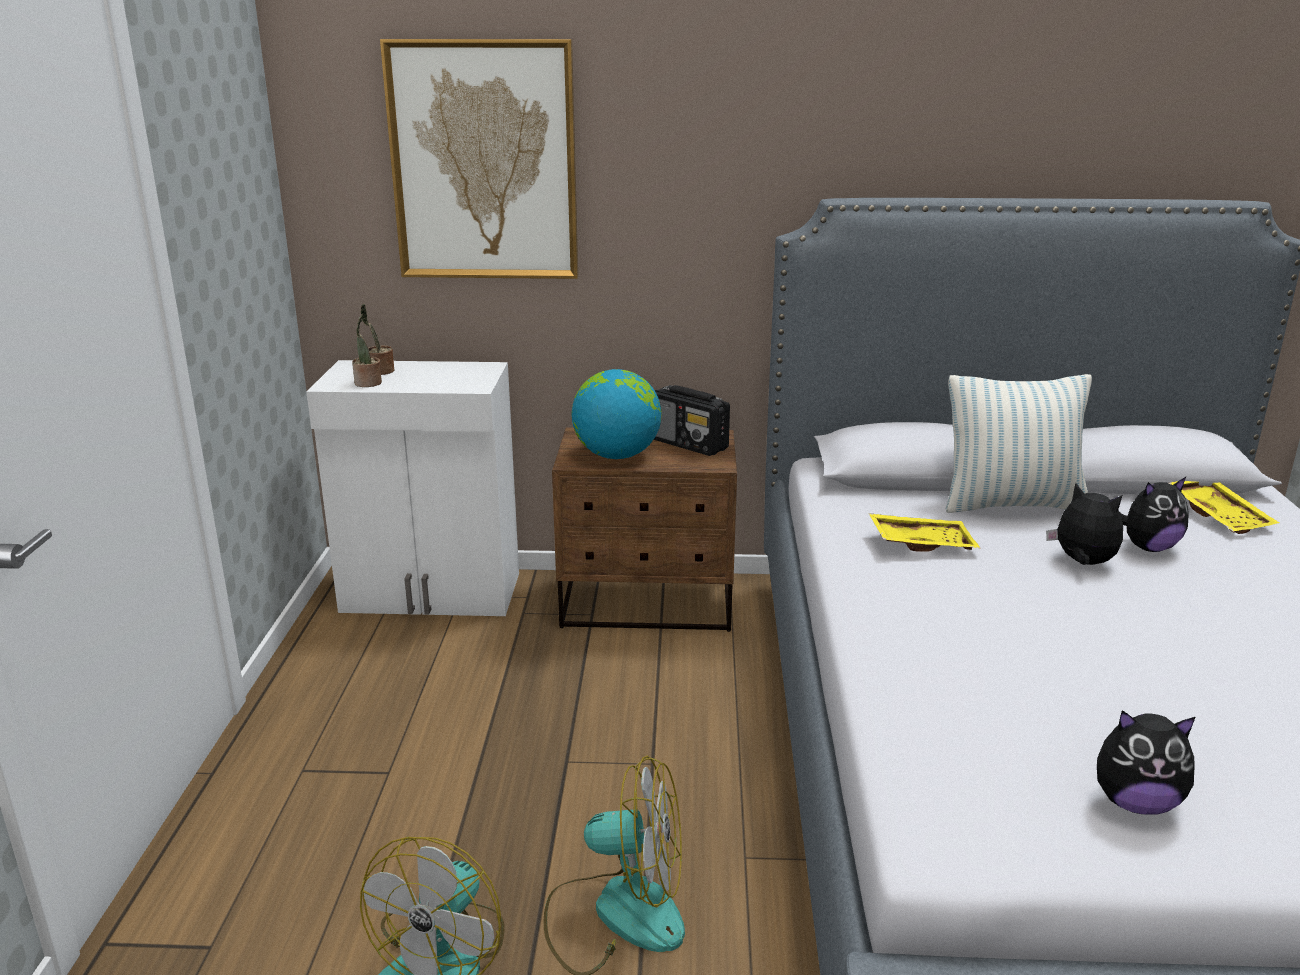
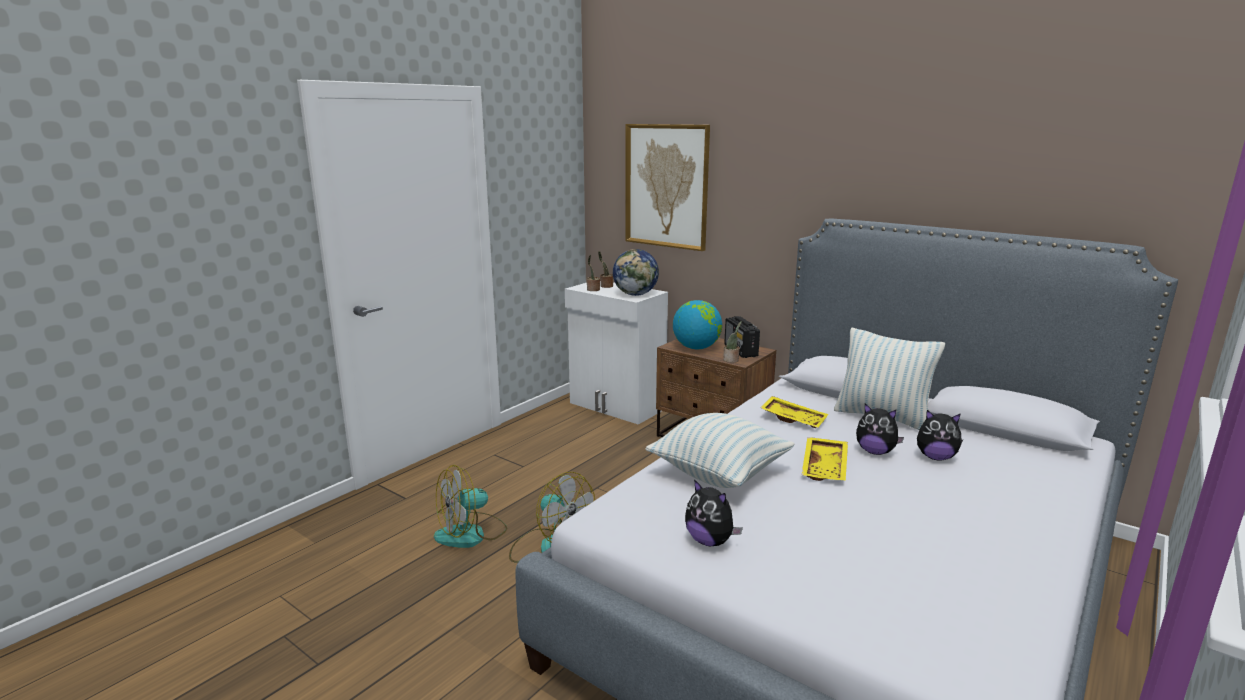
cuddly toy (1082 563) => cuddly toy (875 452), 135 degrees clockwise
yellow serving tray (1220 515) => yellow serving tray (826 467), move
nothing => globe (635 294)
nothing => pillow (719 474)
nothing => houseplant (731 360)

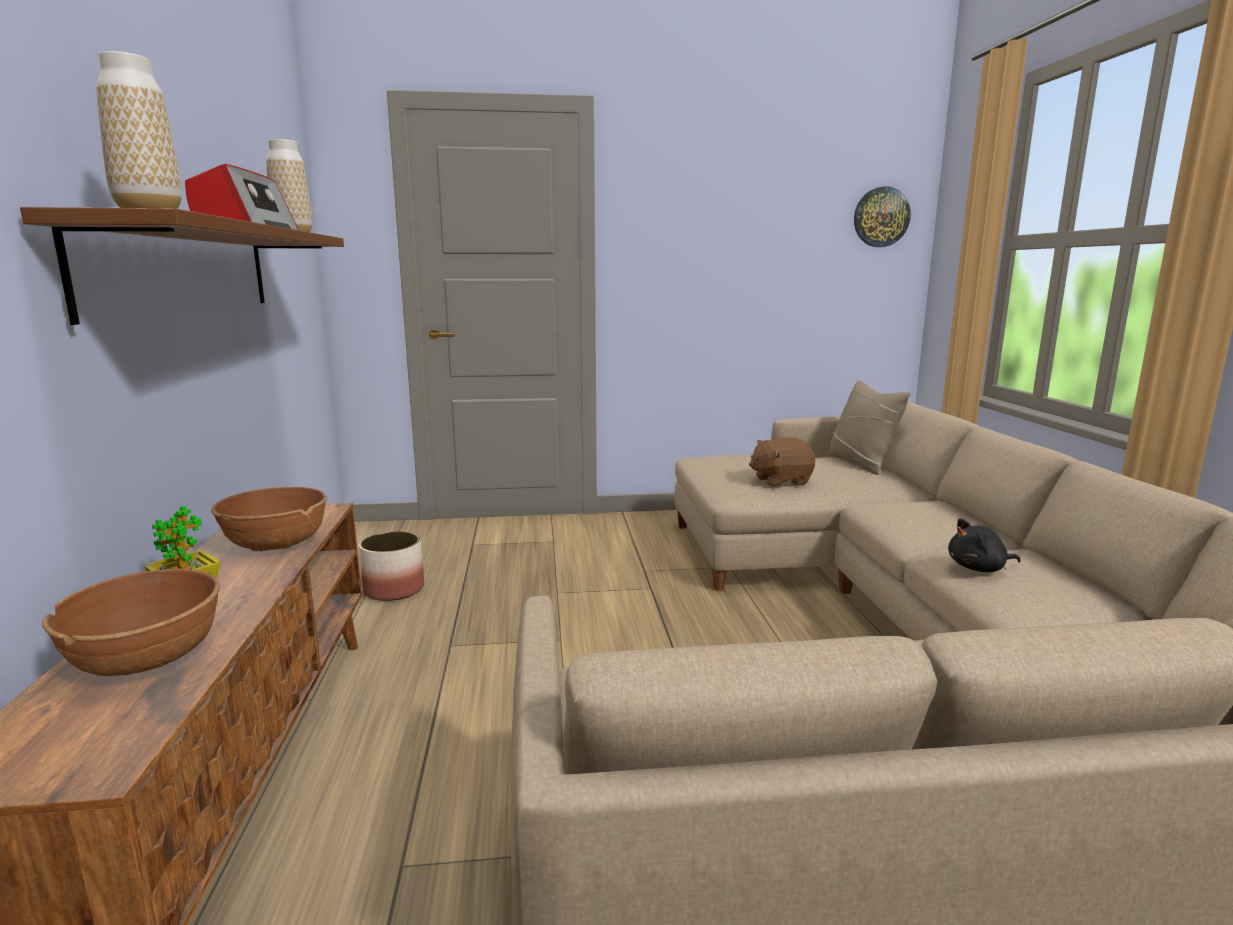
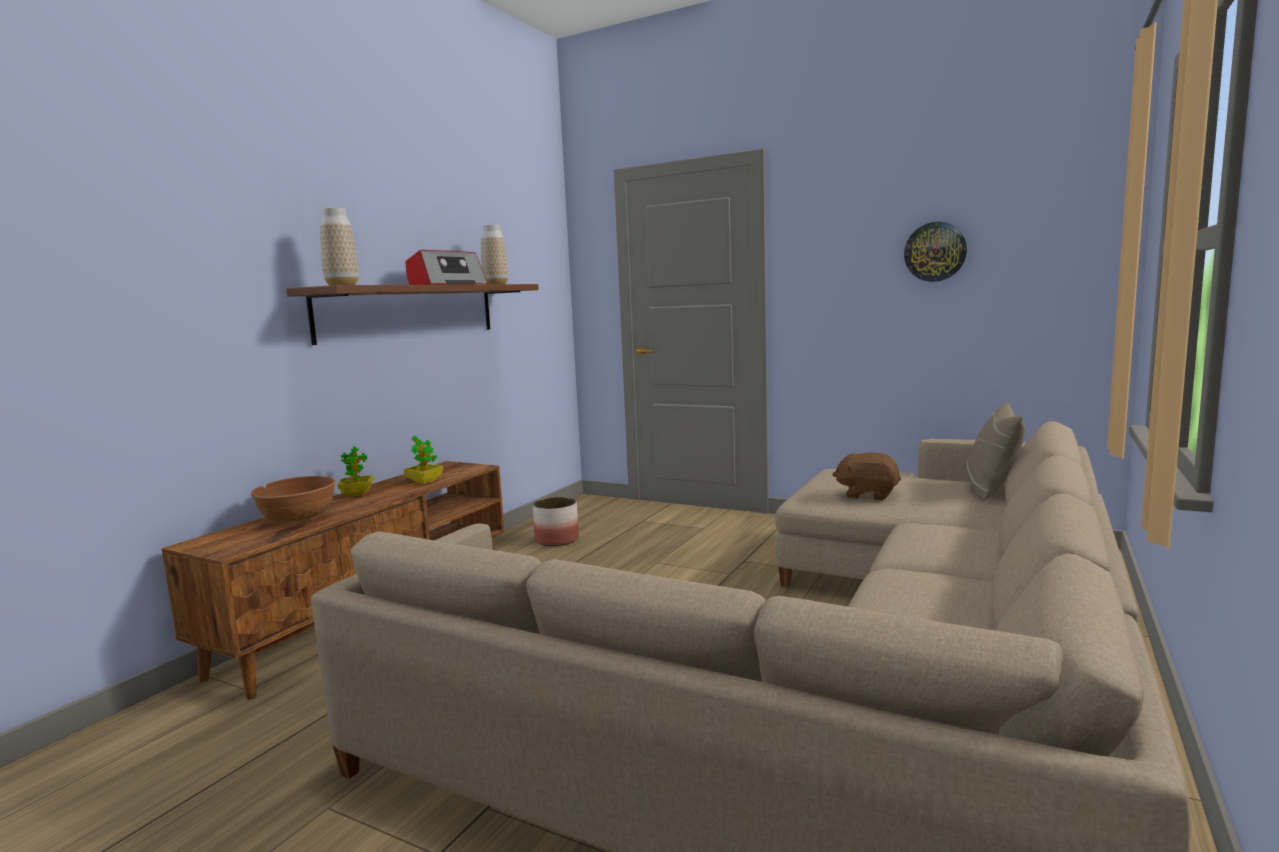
brown-coloured deep dish (276 545) => houseplant (424 481)
wall clock (881 217) => wall clock (935 252), move
black cuddly toy (979 568) => nothing

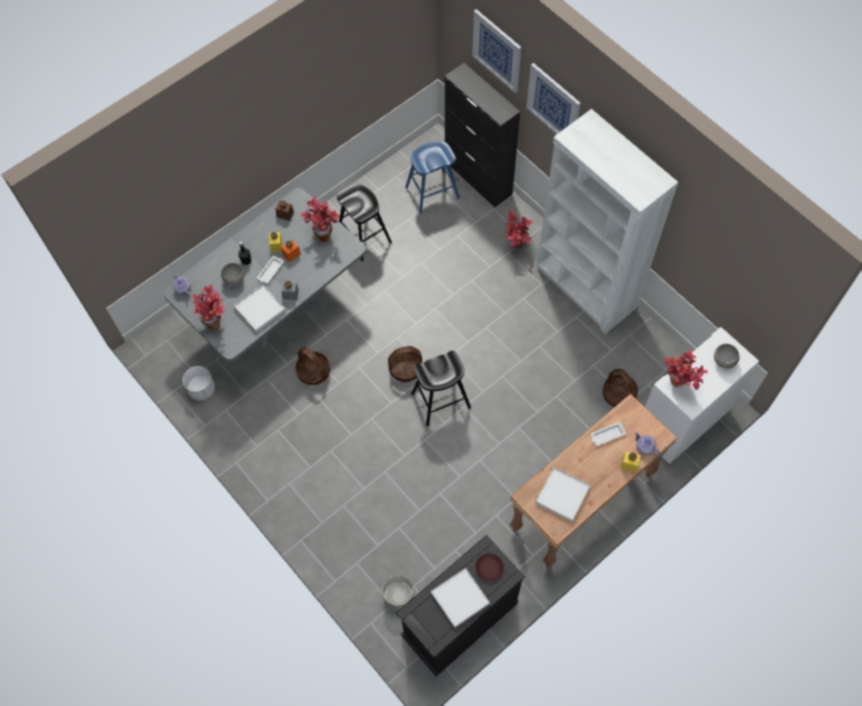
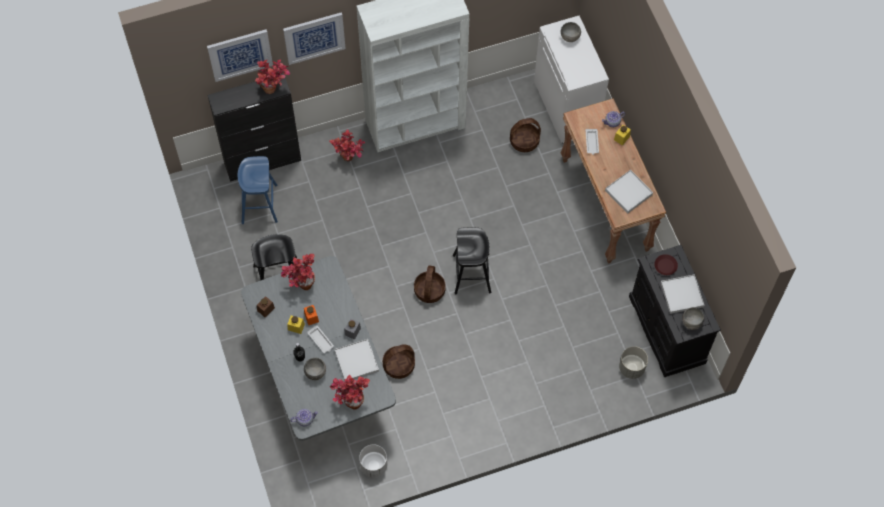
houseplant (678 386) => houseplant (274 90), move
nothing => greyish deep dish (691 323)

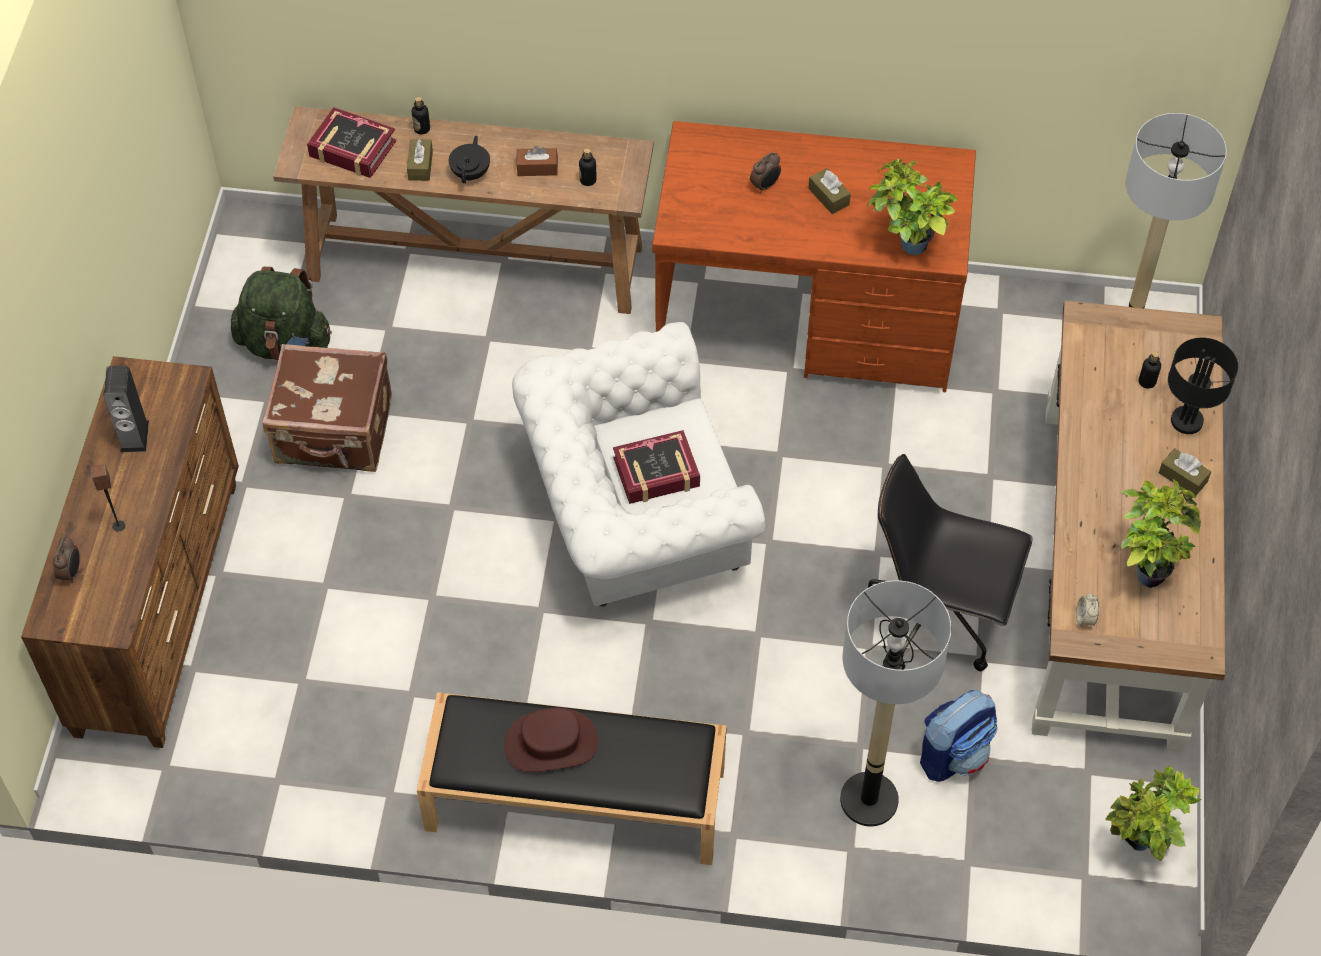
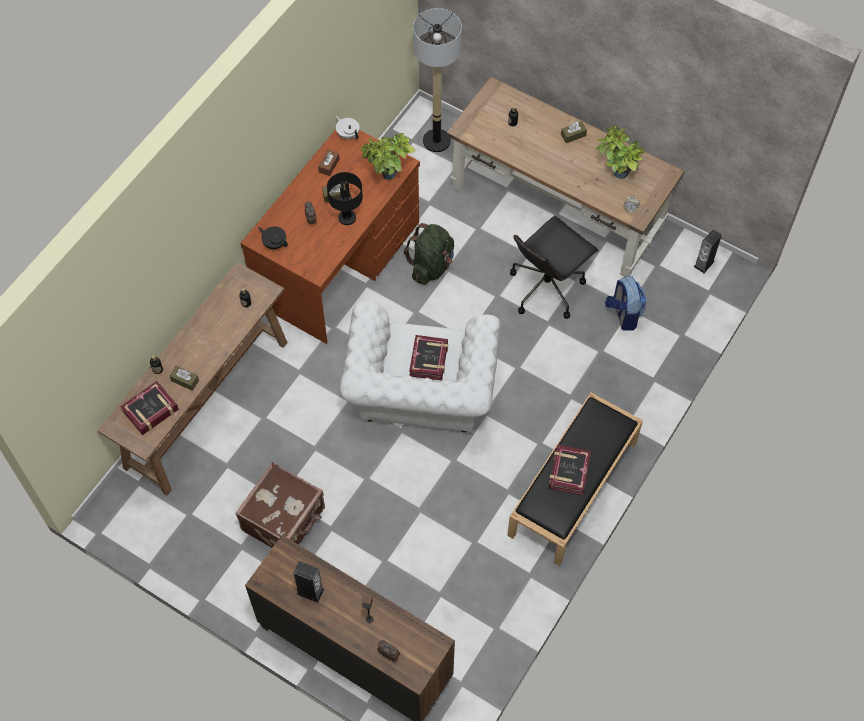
green knapsack (285 344) => green knapsack (431 266), move
black pot for tea (471 173) => black pot for tea (274 243), move
brown-coloured wearable hat (551 743) => bound book (568 472)
brown-coloured tissue holder (537 168) => brown-coloured tissue holder (329 165), move
standard lamp (868 800) => nothing
houseplant (1140 847) => audio speaker (704 264)
black tabletop lamp (1187 420) => black tabletop lamp (346 217), move
nothing => white-coloured pot for tea (348 134)

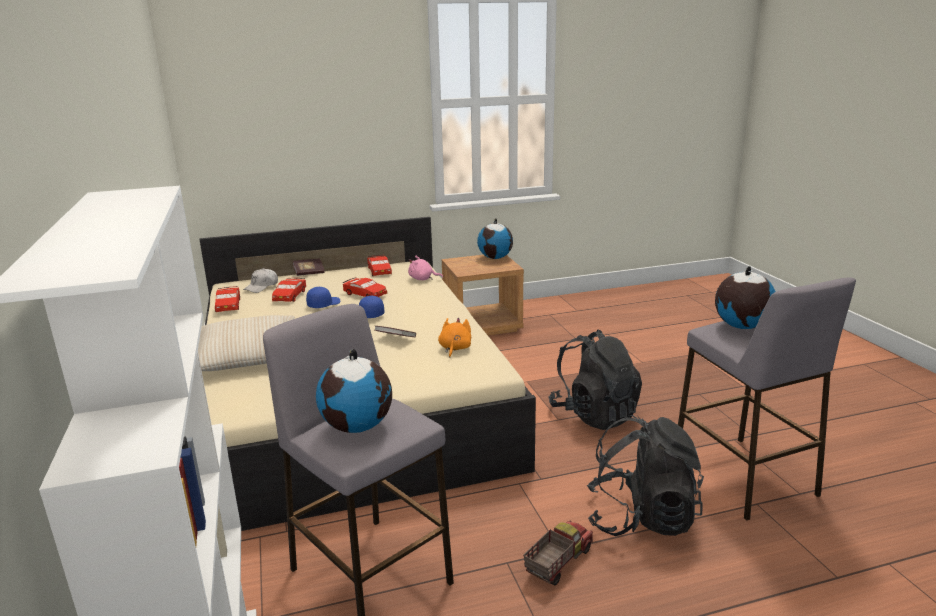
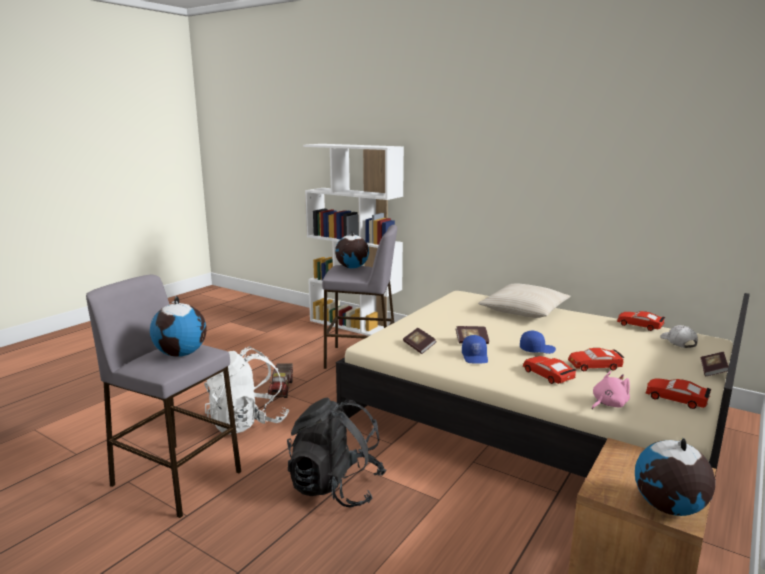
red-coloured miniature car (289 295) => red-coloured miniature car (548 375), move
bluish baseball cap (323 304) => bluish baseball cap (475 357), move
orange cuddly toy (454 348) => bound book (419 347)
black knapsack (641 518) => white-coloured knapsack (247 422)

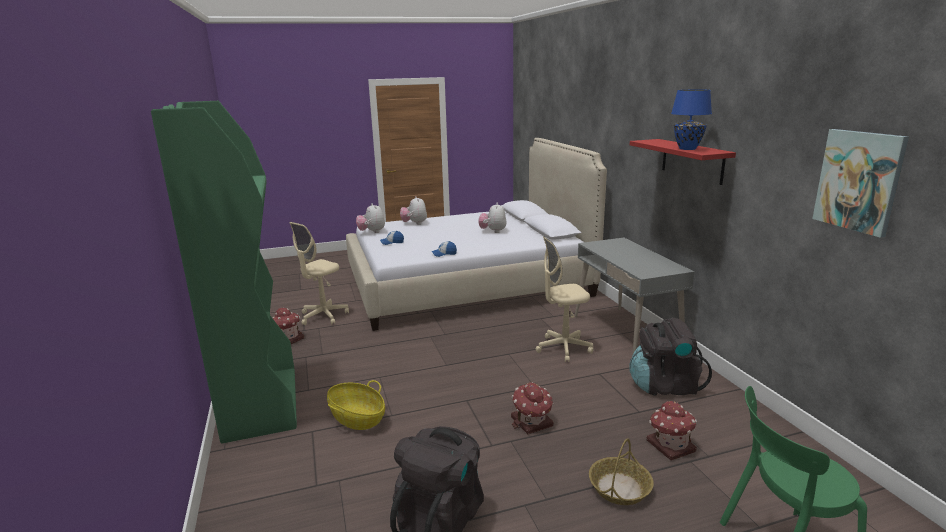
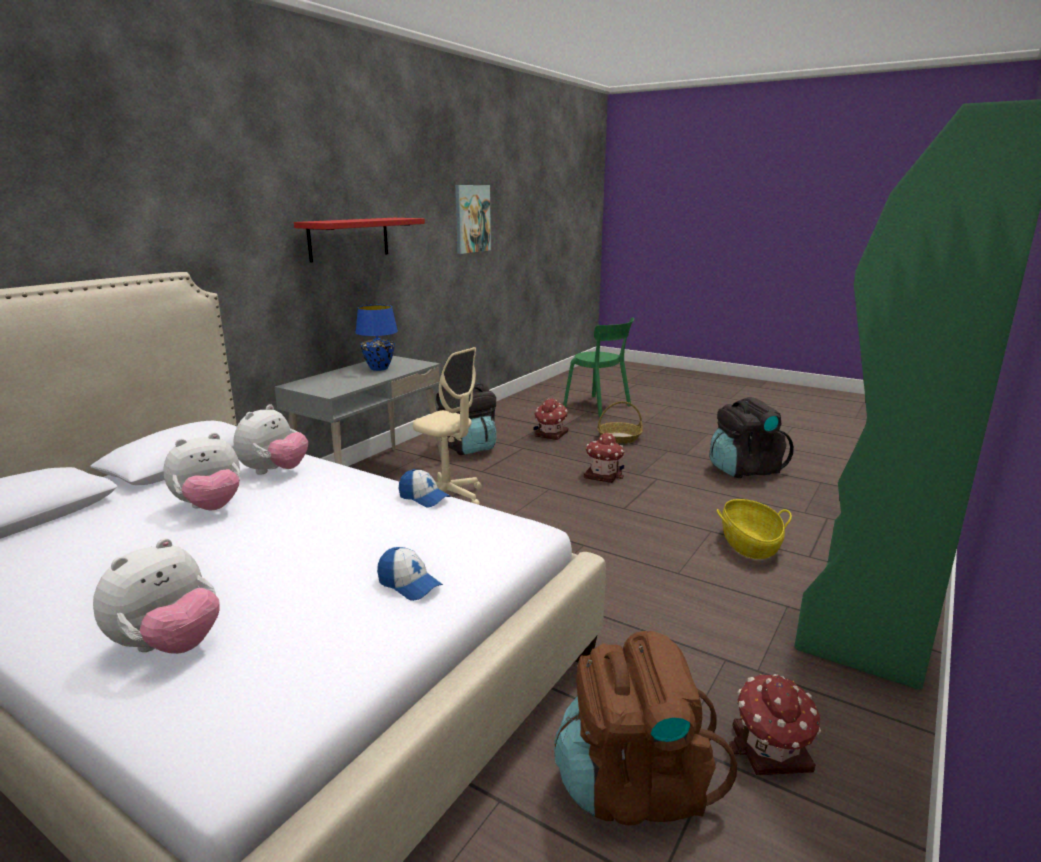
beige-coloured office chair (323 316) => brown-coloured knapsack (634 785)
cuddly toy (372 232) => cuddly toy (274 471), move
bluish tabletop lamp (688 149) => bluish tabletop lamp (379 368), move

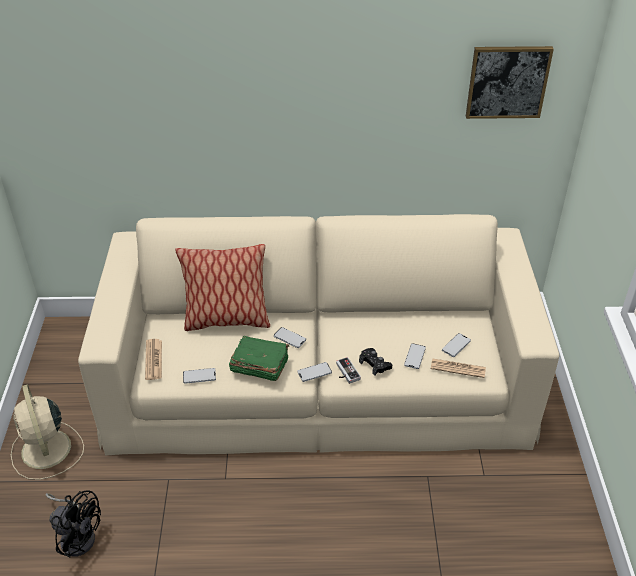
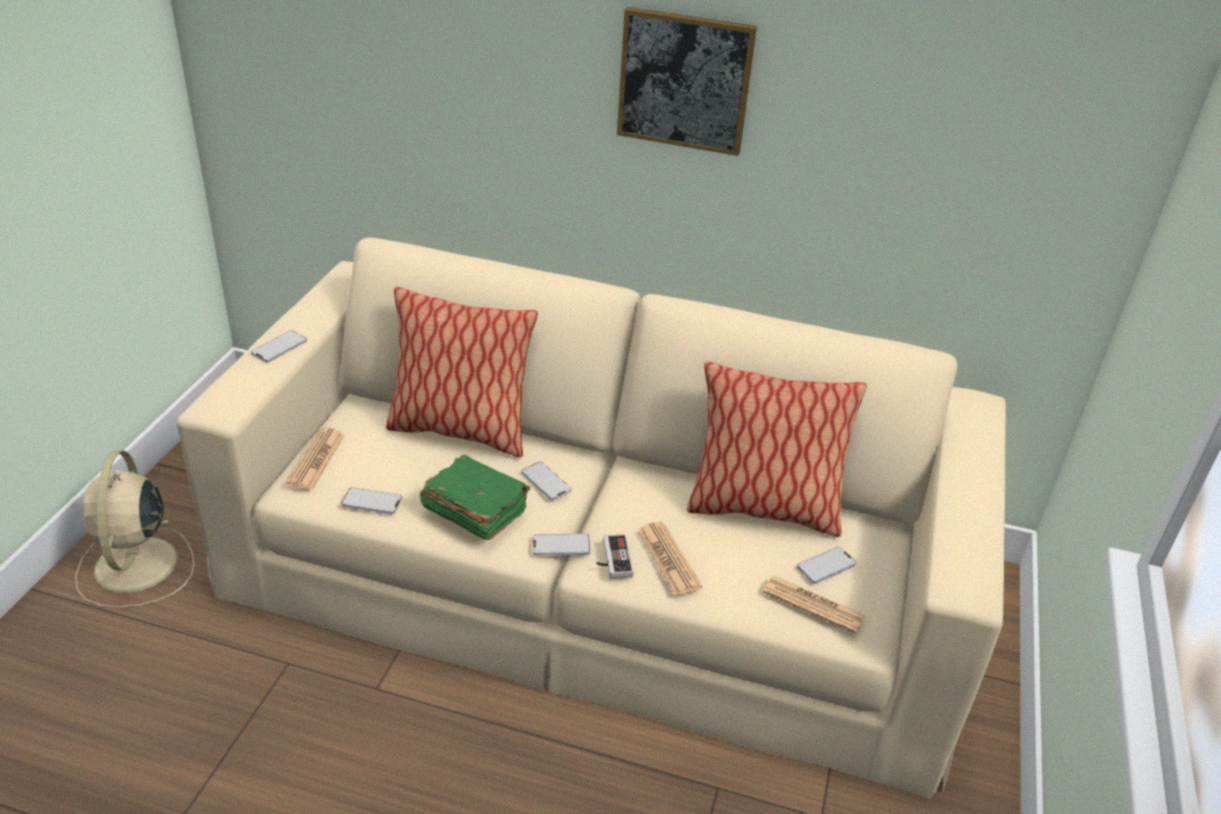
black fan (77 535) => nothing
black gamepad (375 364) => newspaper (668 559)
telephone (414 356) => telephone (279 347), move
picture (507 82) => picture (684 81), move
nothing => pillow (762 509)

